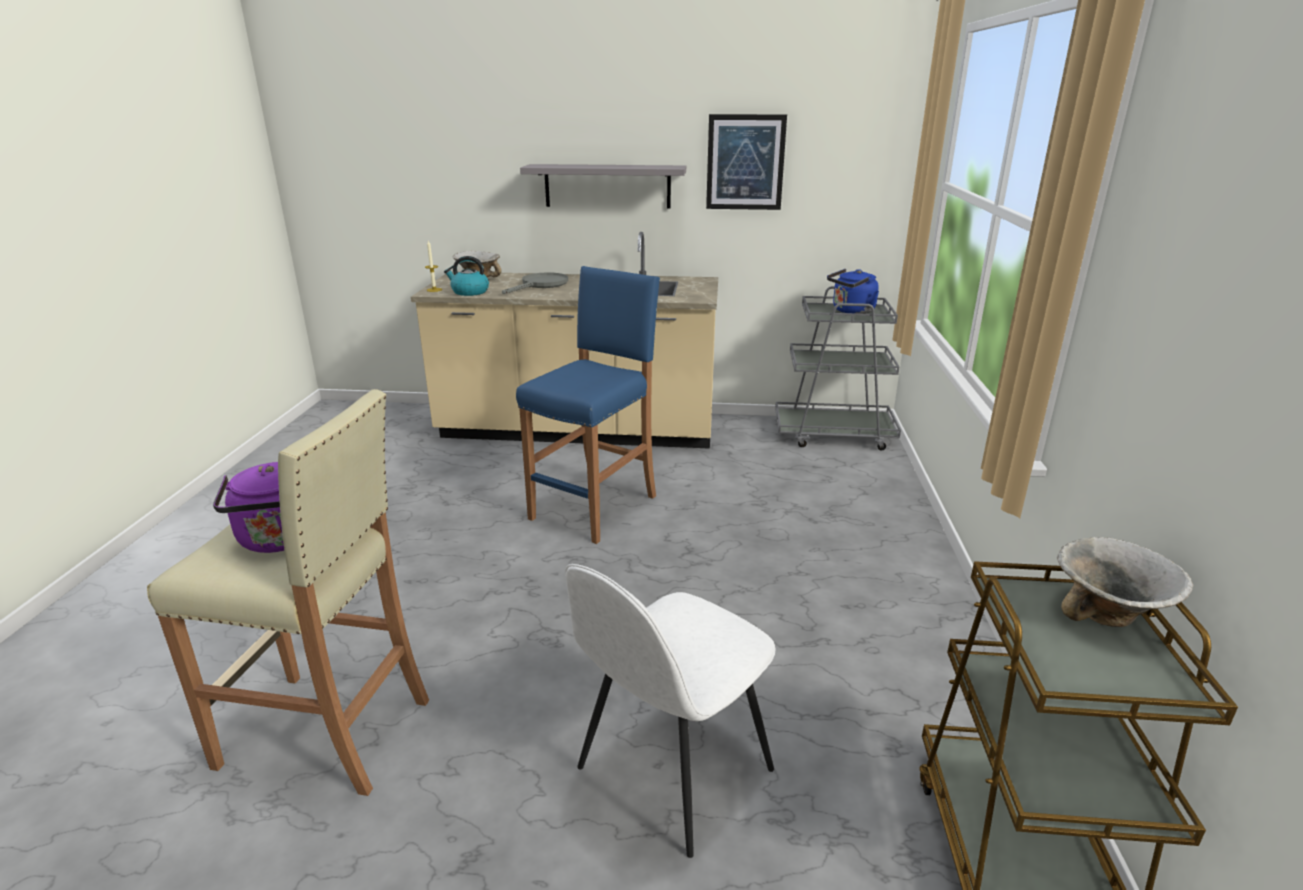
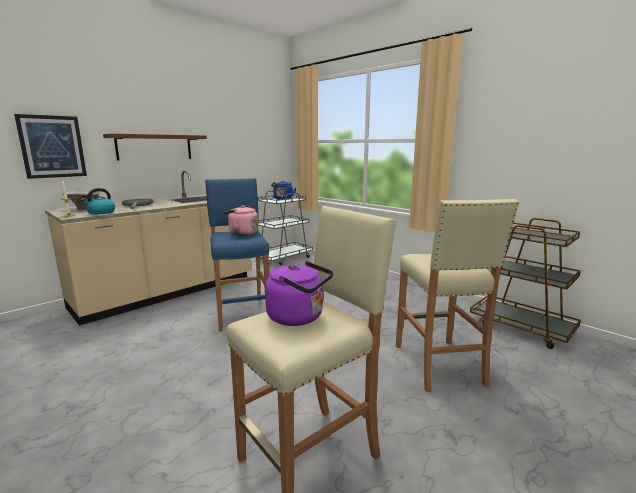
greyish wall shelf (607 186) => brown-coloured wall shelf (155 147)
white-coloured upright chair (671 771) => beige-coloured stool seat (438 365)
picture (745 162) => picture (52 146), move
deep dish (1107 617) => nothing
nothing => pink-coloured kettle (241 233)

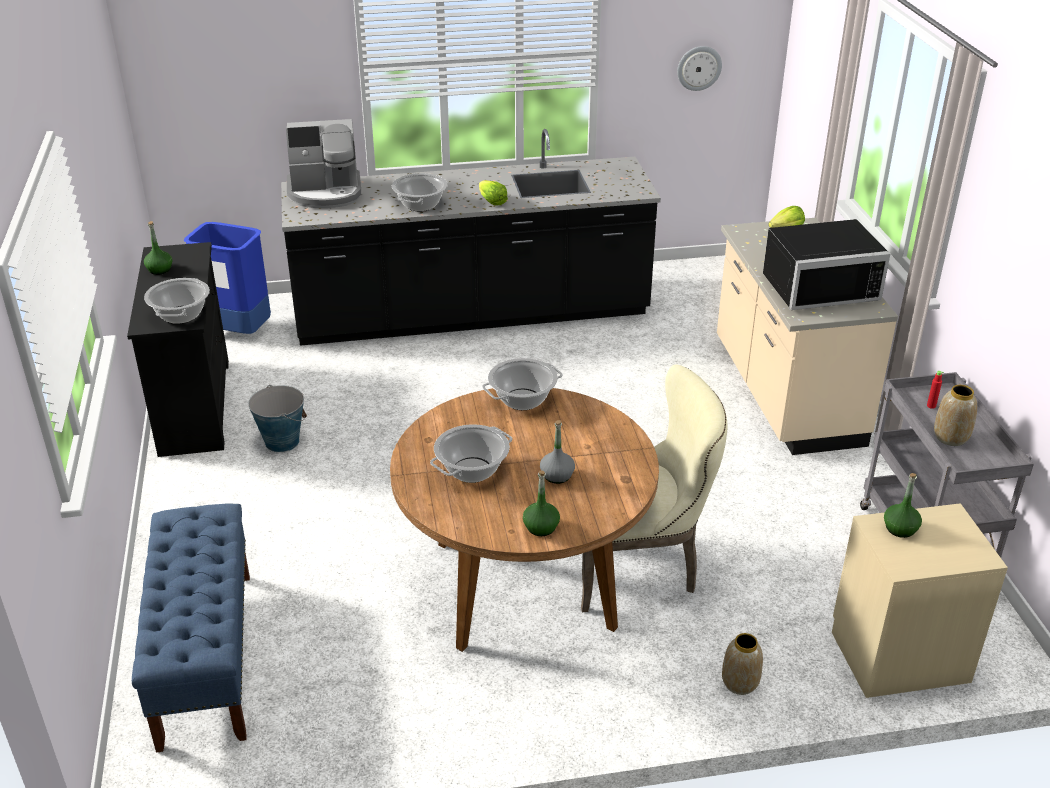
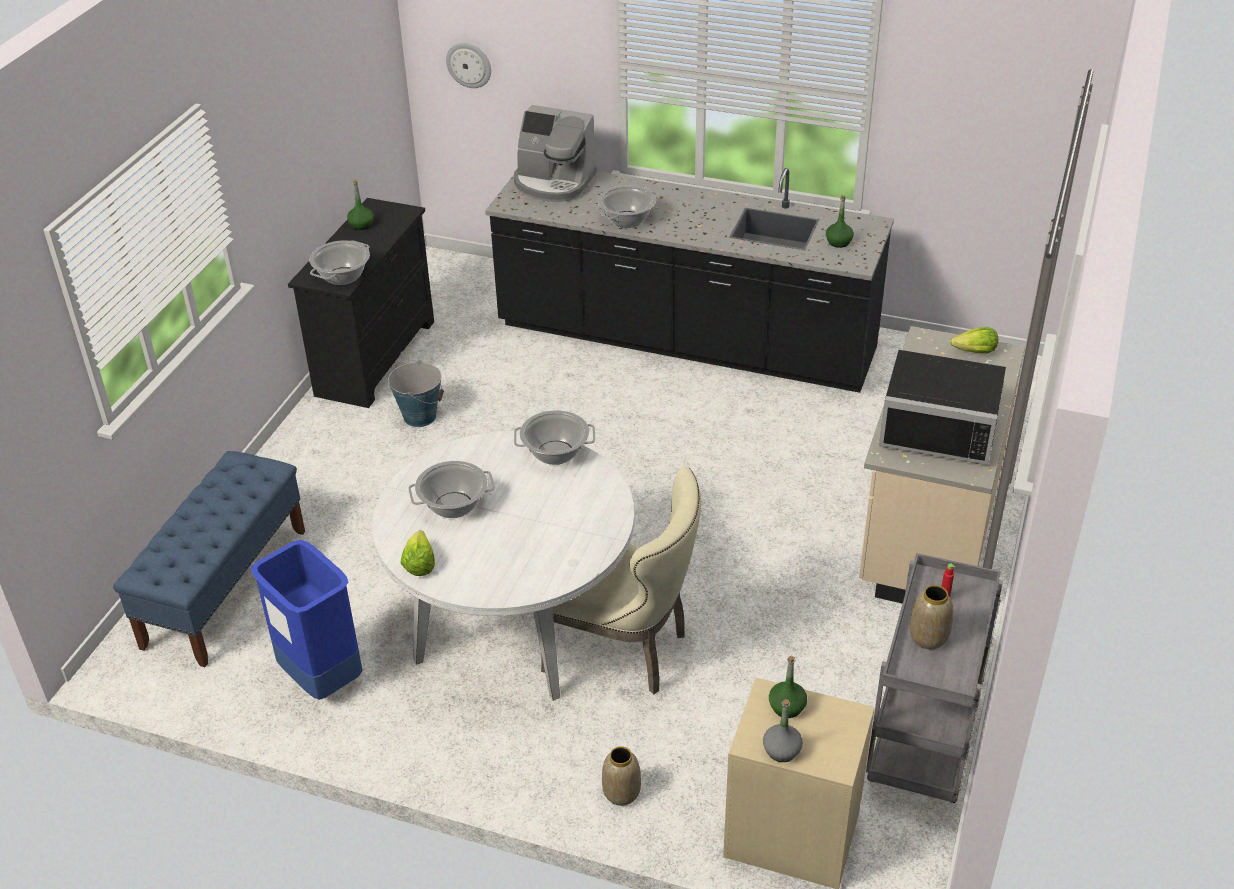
bluish waste bin (237 332) => bluish waste bin (321 678), move
brown-coloured dining table (524 584) => white-coloured dining table (513 626)
lettuce head (491 201) => lettuce head (419 564), move
green bottle (541 527) => green bottle (839 242), move
greyish bottle (557 476) => greyish bottle (781 751), move
wall clock (699 68) => wall clock (469 64), move

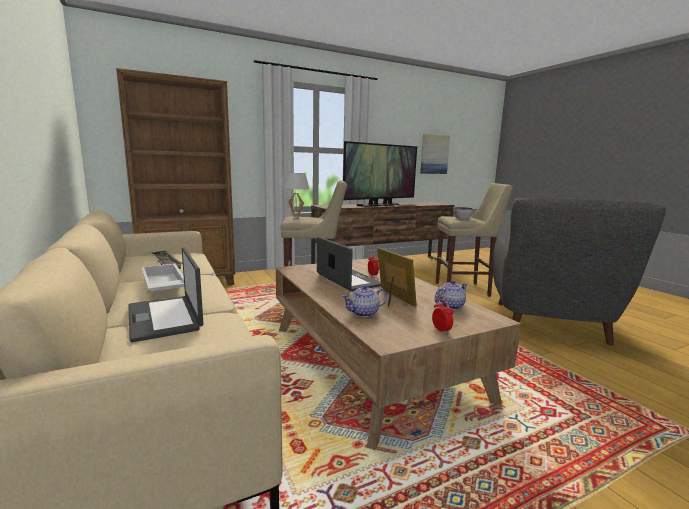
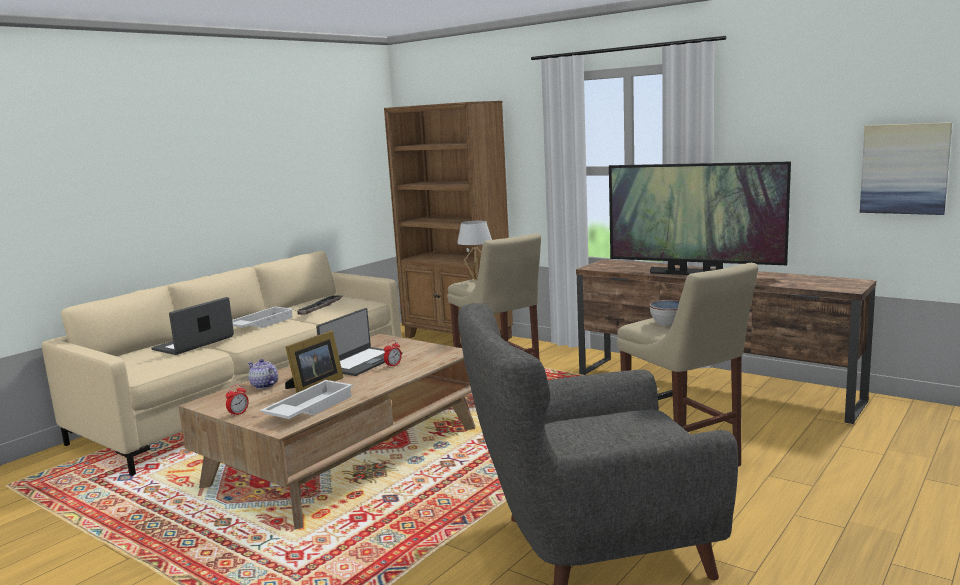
pot for tea (450 306) => white-coloured serving tray (309 408)

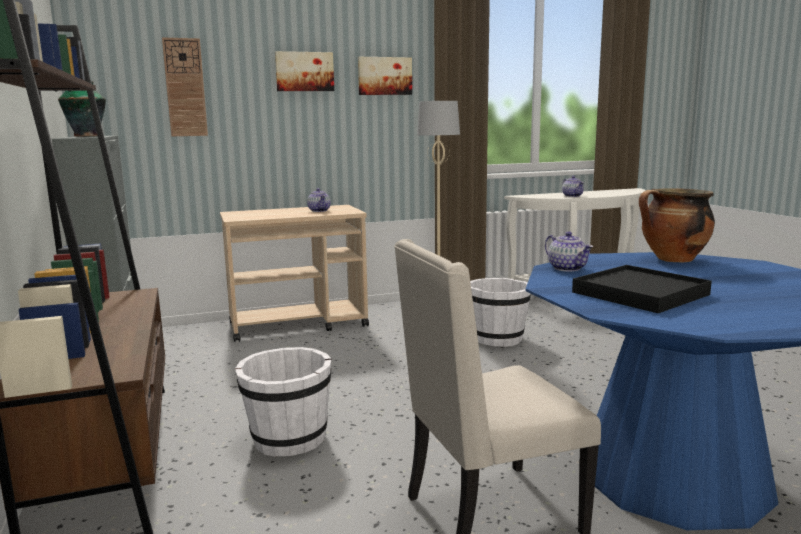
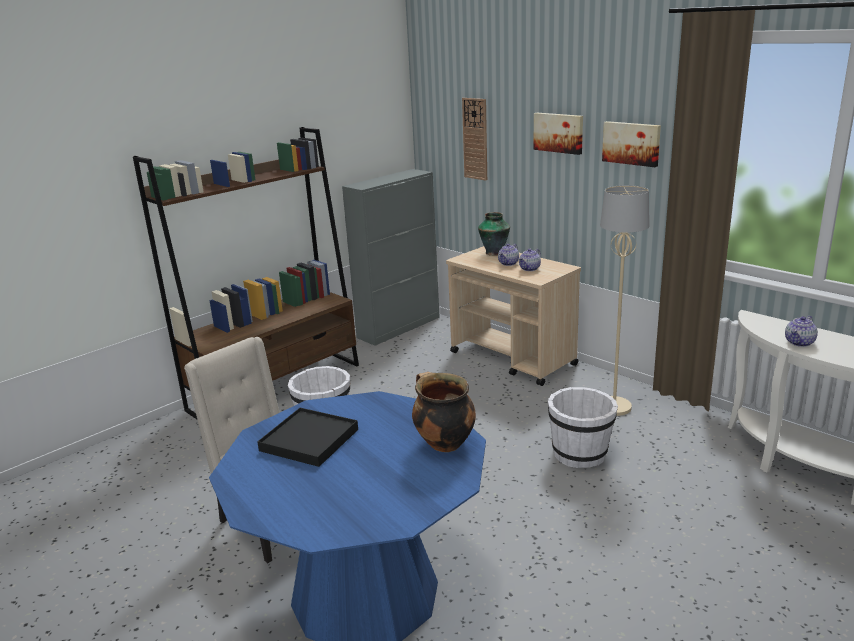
flower vase (86 136) => flower vase (494 252), move
pot for tea (568 268) => pot for tea (508 263), move

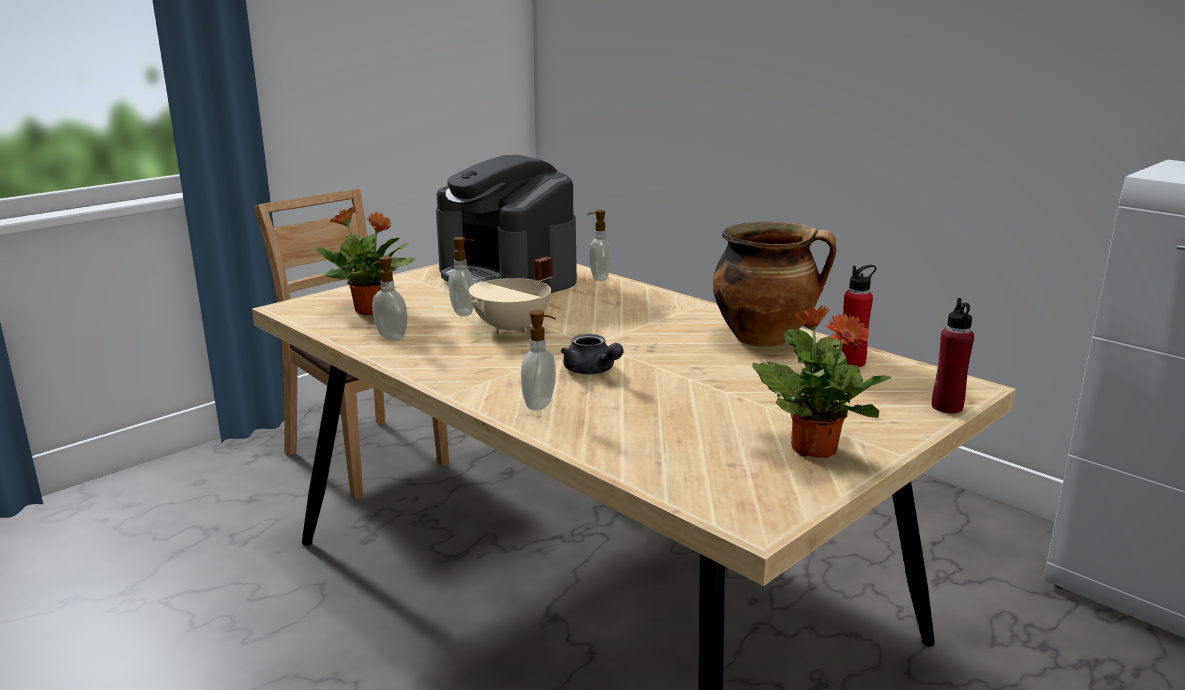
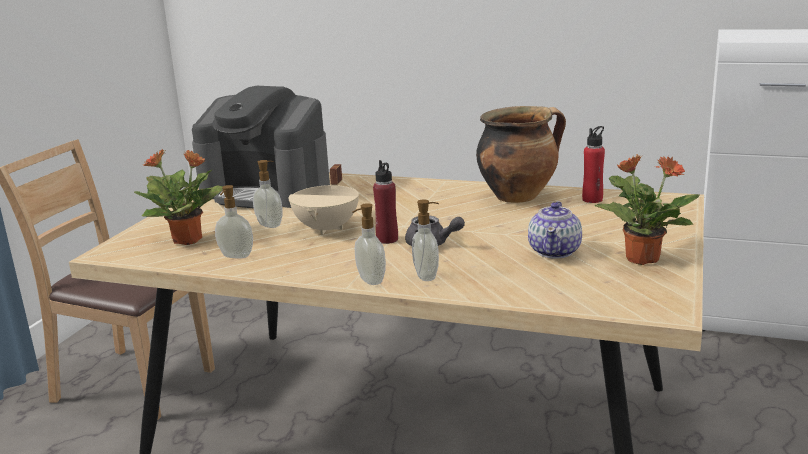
soap dispenser (598 278) => soap dispenser (370 281), move
red-coloured bottle (947 407) => red-coloured bottle (387 239), move
nothing => pot for tea (555 251)

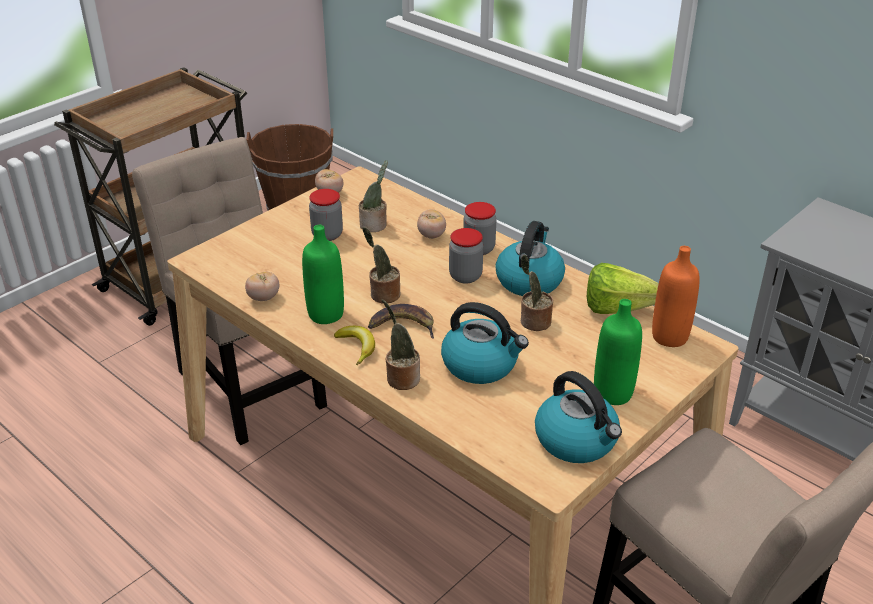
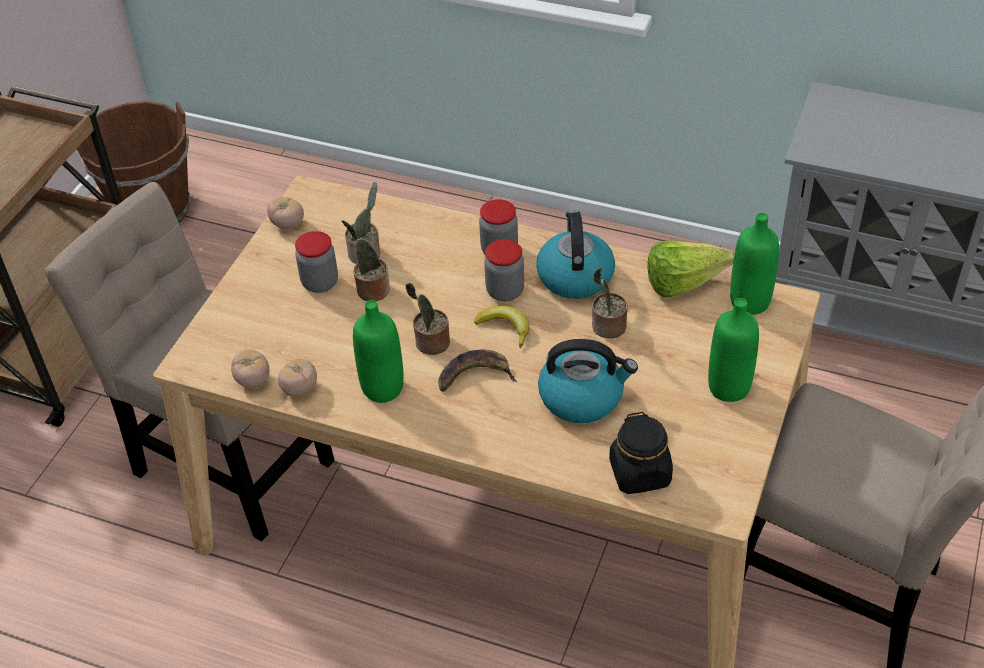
whole banana (357 347) => whole banana (505 328), move
houseplant (401 378) => houseplant (370 289), move
tomato (431 235) => tomato (253 380), move
kettle (577 440) => nothing
orange bottle (669 337) => green bottle (749 302)
nothing => black preserve jar (640 473)

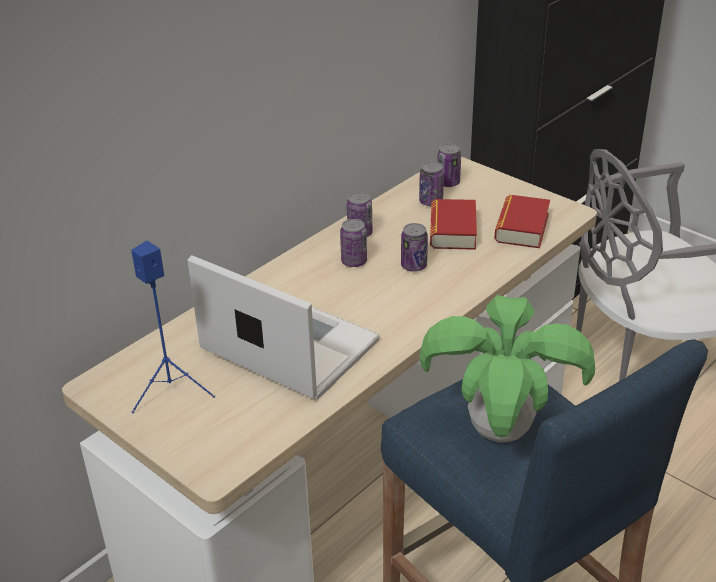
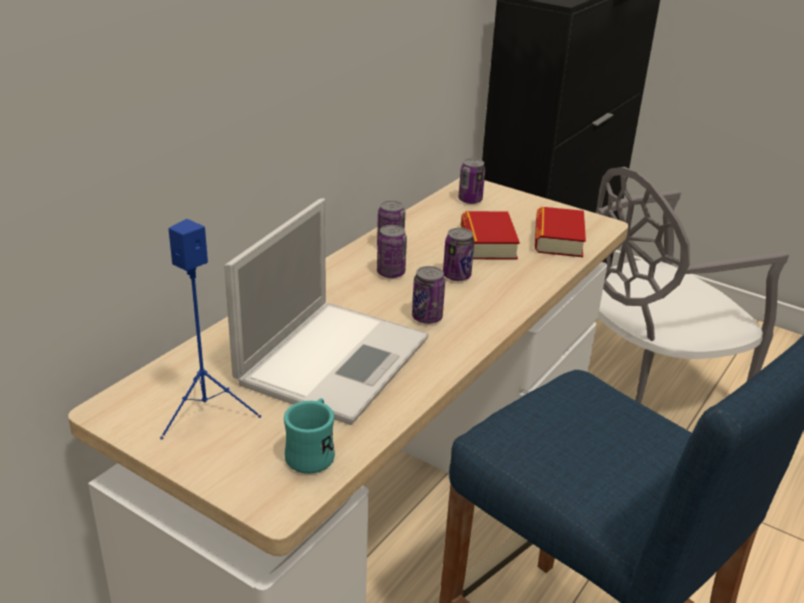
laptop (287 345) => laptop (335 358), 90 degrees clockwise
sealed can (431 202) => sealed can (427 317), move
houseplant (499 431) => nothing
nothing => turquoise mug (312 453)

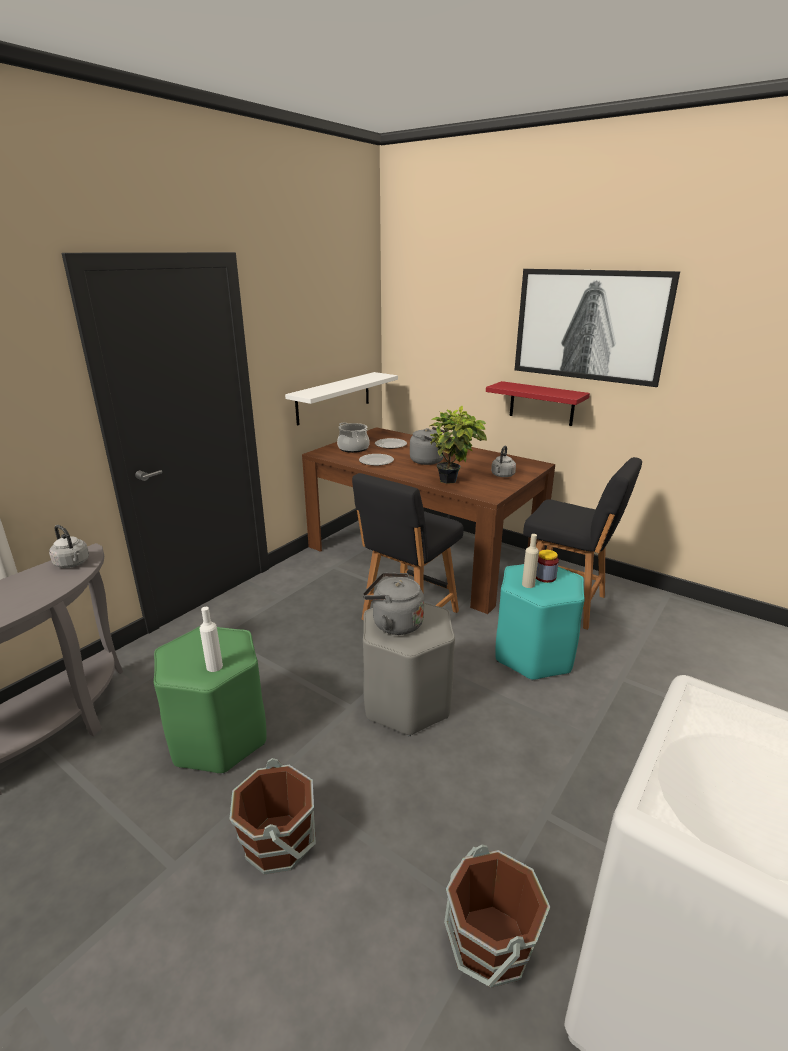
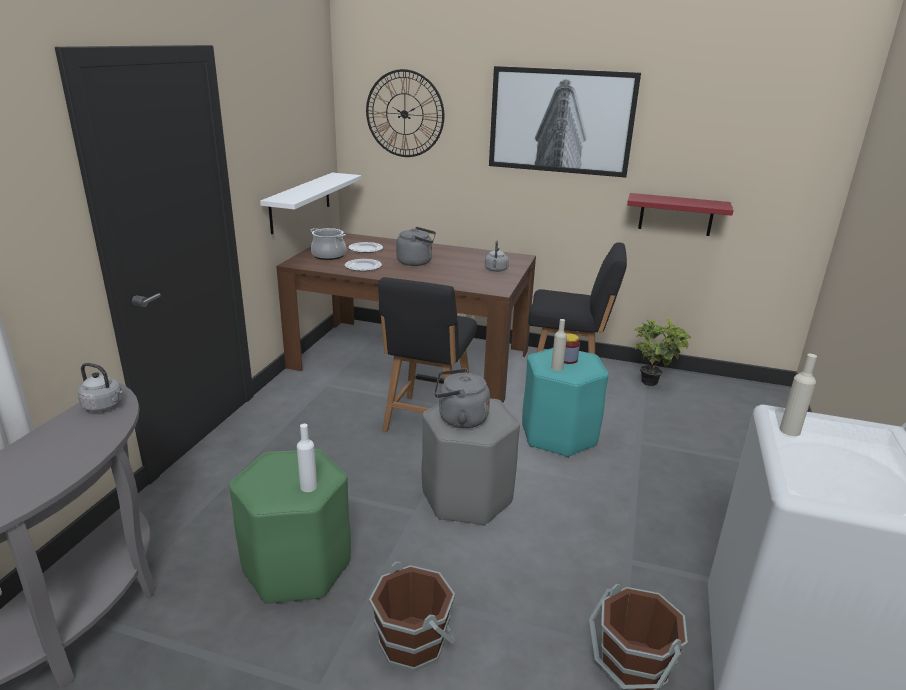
houseplant (453 481) => houseplant (654 383), move
red-coloured wall shelf (541 403) => red-coloured wall shelf (676 214), move
nothing => wall clock (404 114)
nothing => beige-coloured bottle (789 430)

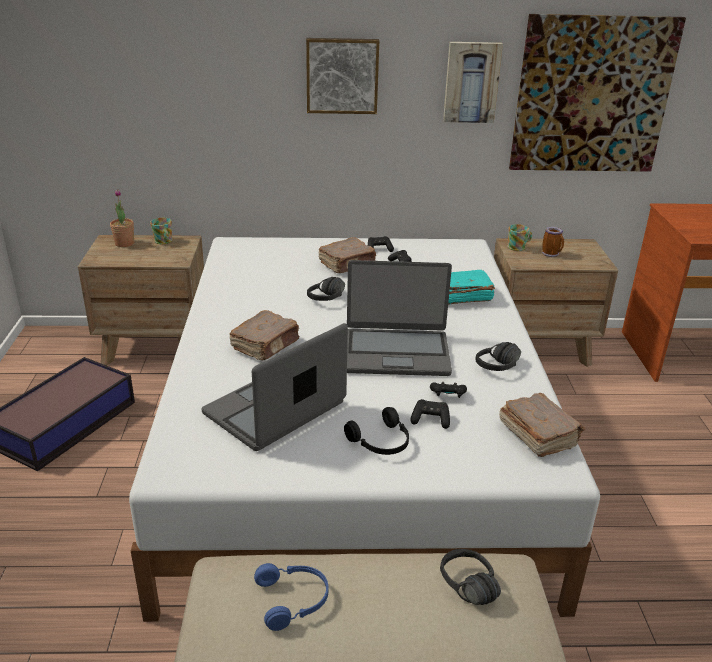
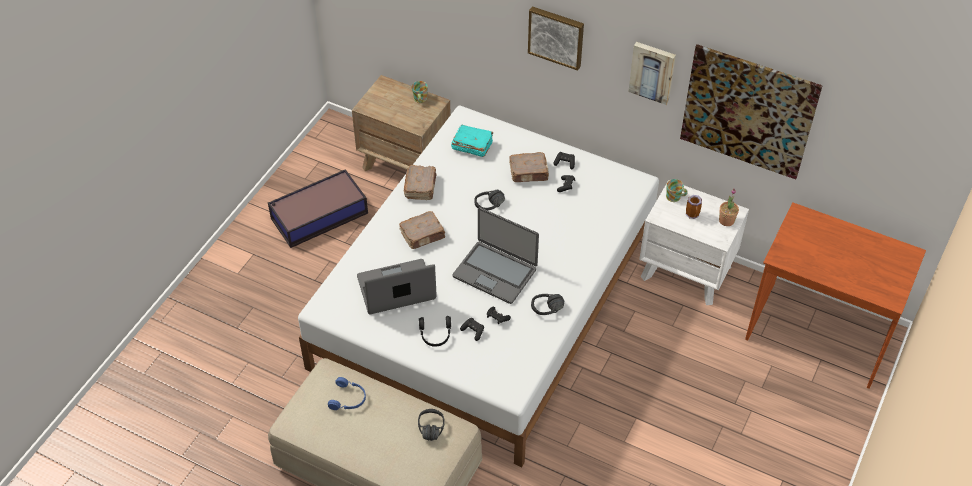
houseplant (124 243) => houseplant (726 220), move
turquoise bound book (462 296) => turquoise bound book (471 146), move
brown-coloured bedside table (539 347) => white-coloured bedside table (686 272)
brown-coloured bound book (537 435) => brown-coloured bound book (421 187), move

